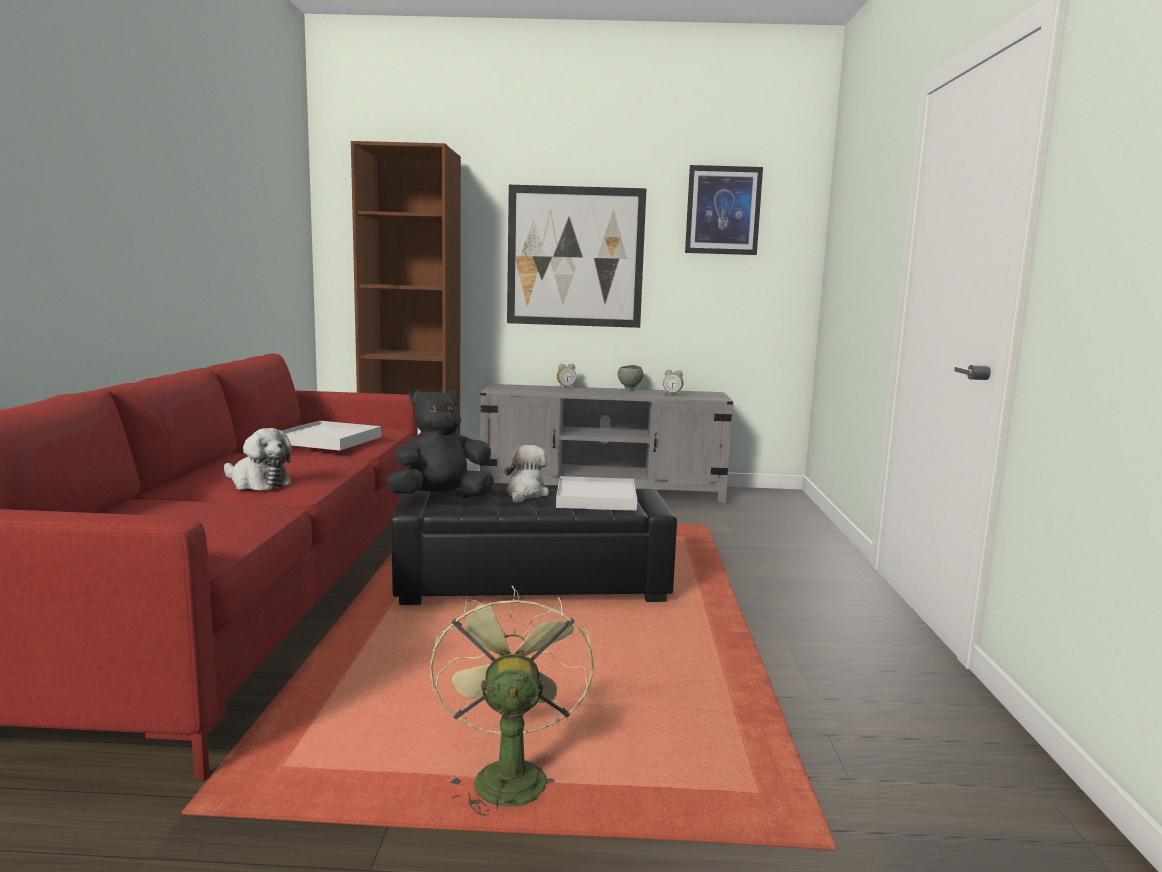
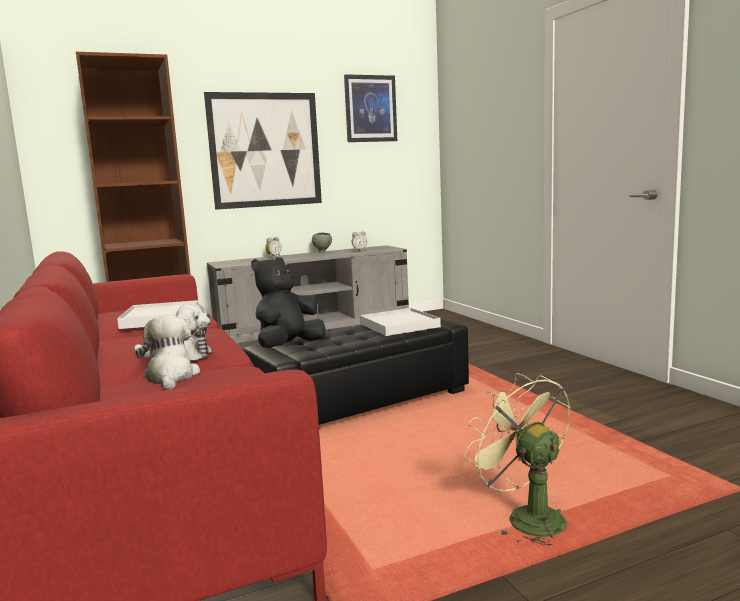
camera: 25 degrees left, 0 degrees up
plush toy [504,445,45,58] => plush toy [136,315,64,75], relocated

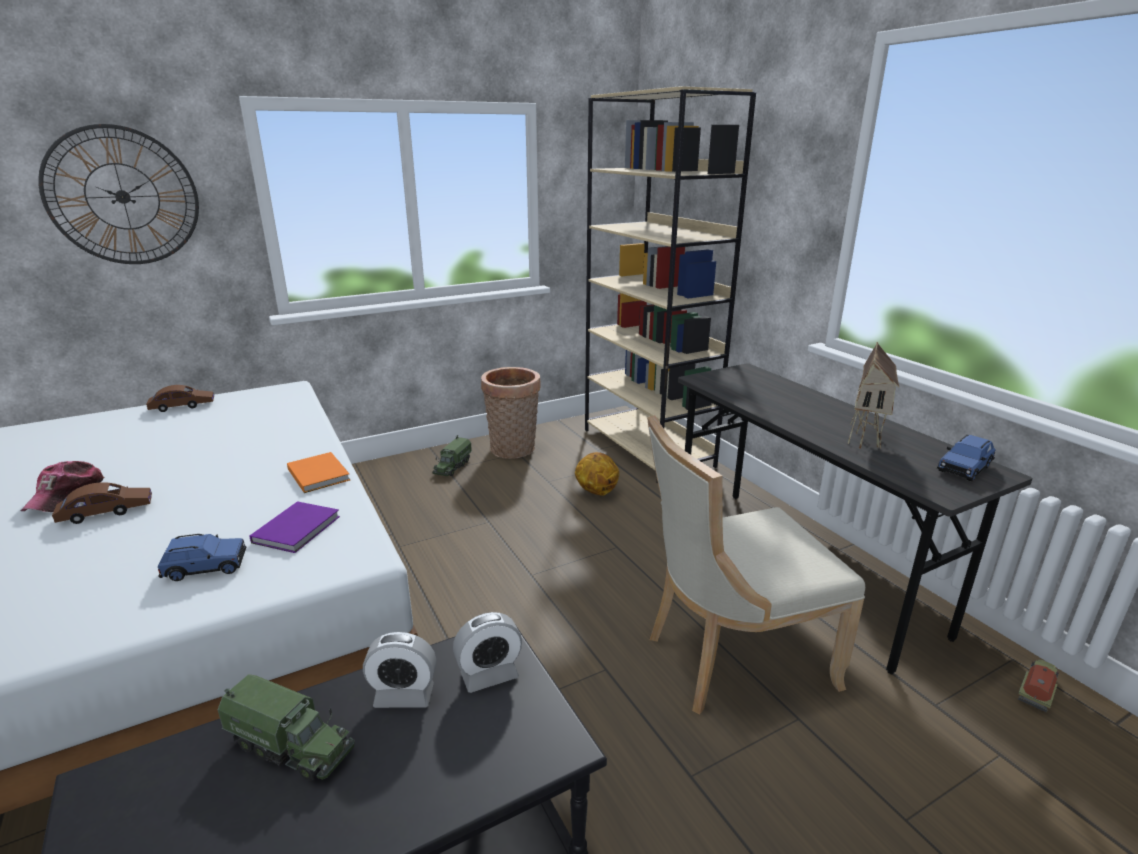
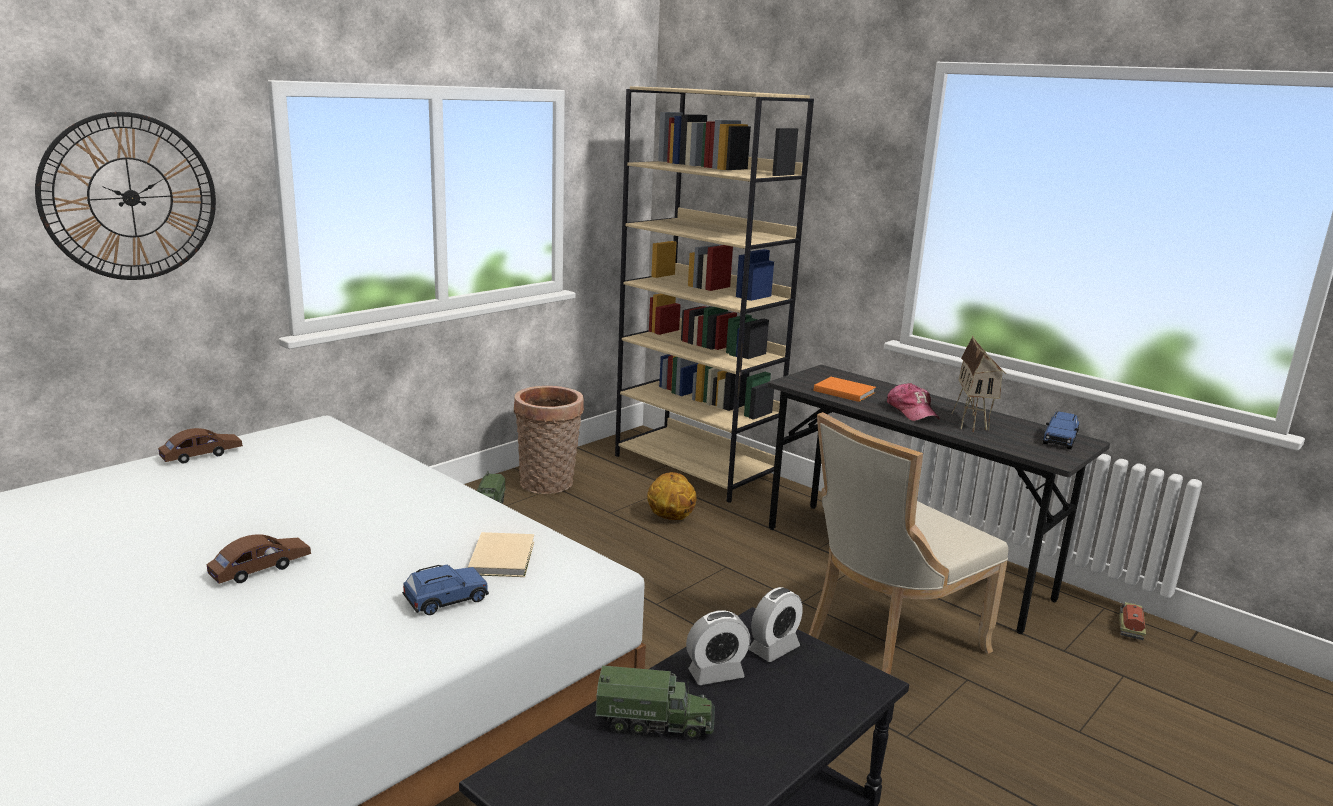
camera: 20 degrees left, 5 degrees down
book/orange [287,452,63,41] => book/orange [814,377,62,25], relocated
cap [21,461,83,51] => cap [887,383,53,38], relocated
book/purple [250,501,90,52] => book/beige [468,532,66,45]

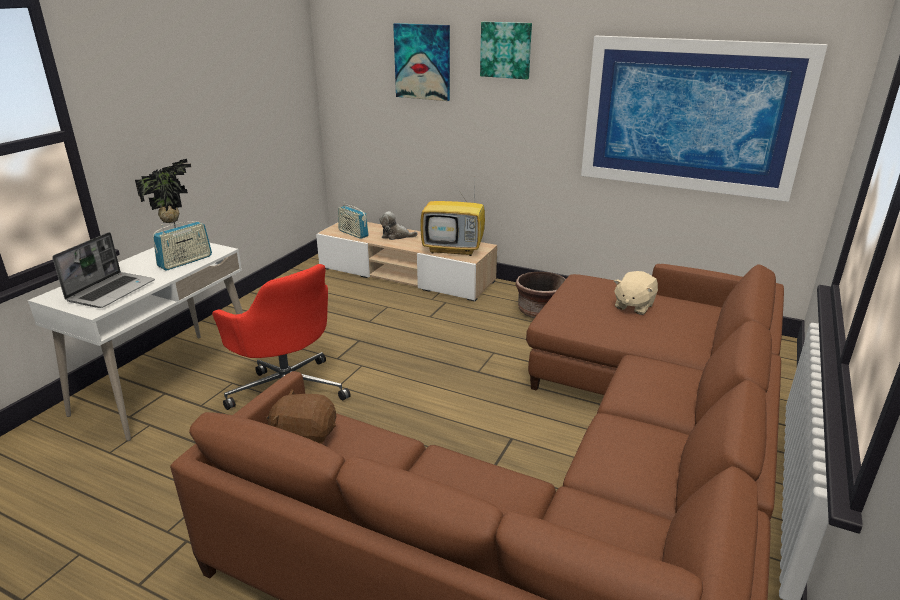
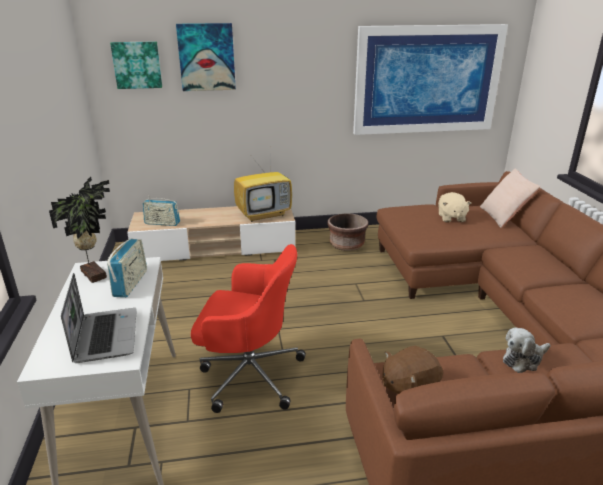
camera: 35 degrees left, 0 degrees up
picture [480,22,52,57] => picture [110,41,52,48], relocated
plush toy [379,211,39,29] => plush toy [503,327,48,46], relocated
nothing => pillow/beige [480,168,60,60]

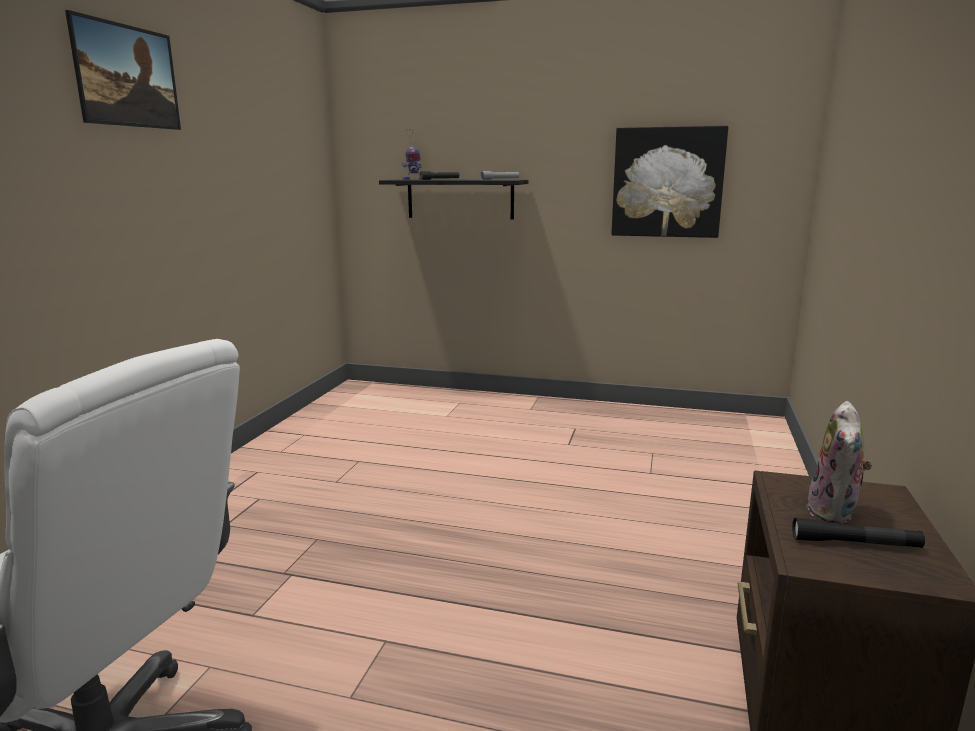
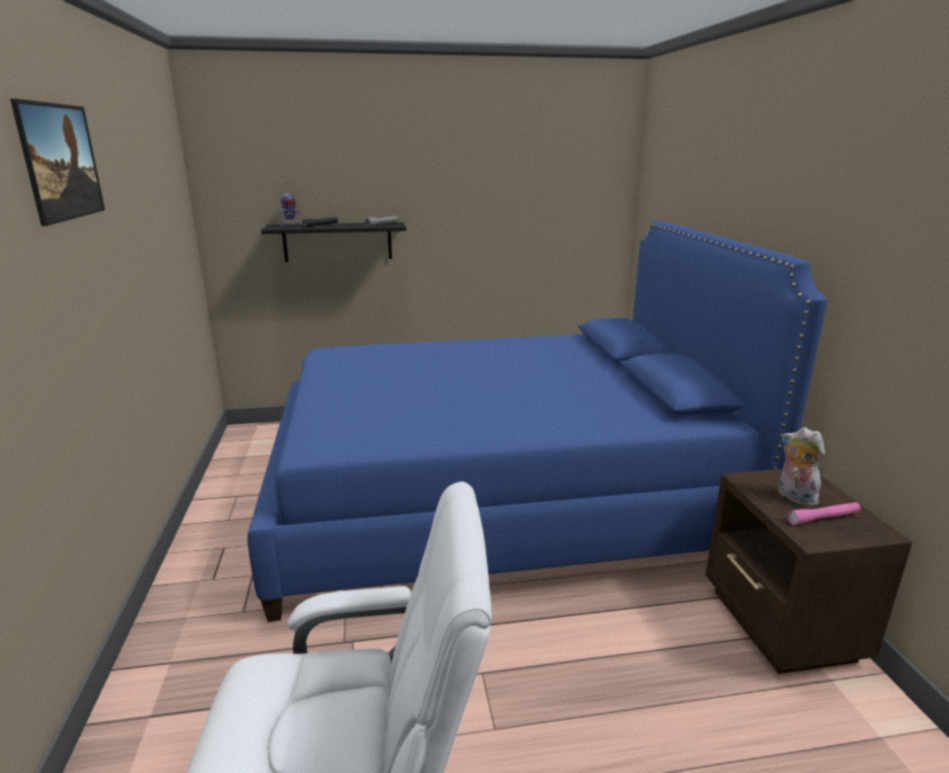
camera: 25 degrees left, 5 degrees up
picture [611,126,117,112] => nothing
plush toy [808,401,65,123] => plush toy [778,427,47,79], 150 degrees clockwise
flashlight/black [792,518,133,30] => flashlight/pink [788,502,73,23]
nothing => bed/blue [247,221,580,401]

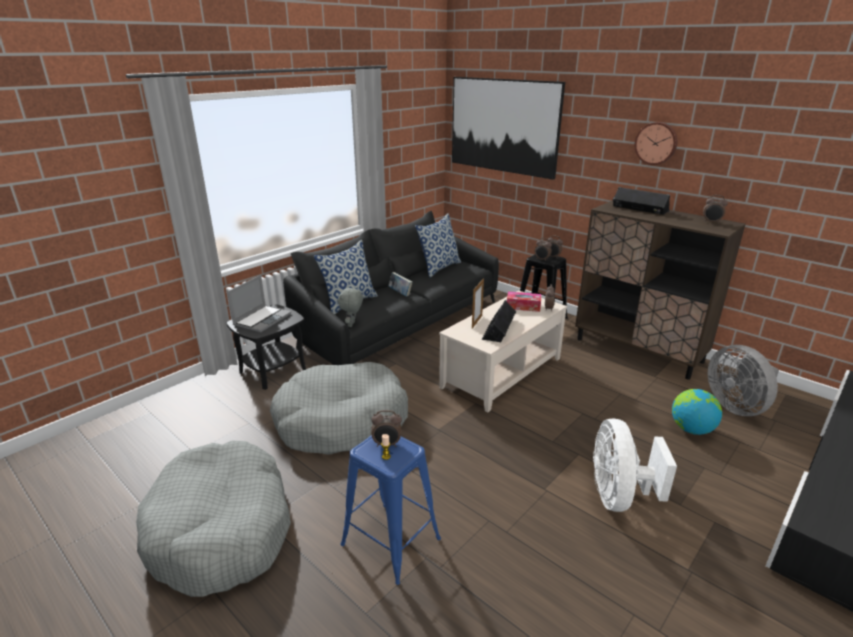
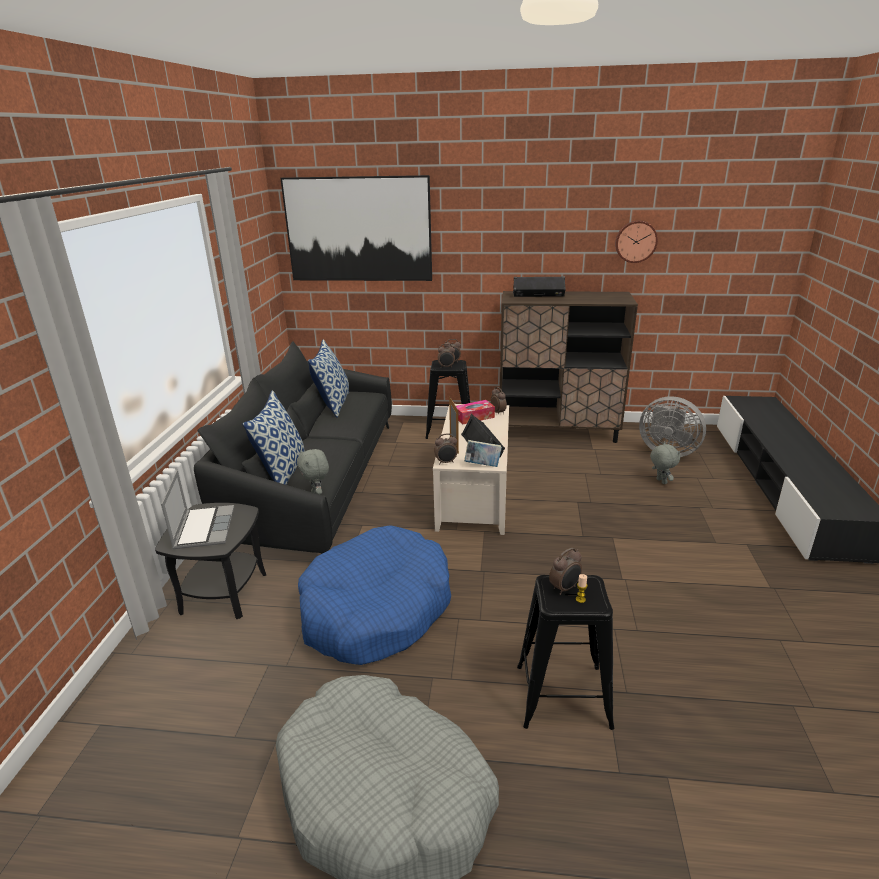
camera: 35 degrees left, 0 degrees up
wall clock [635,122,42,43] => wall clock [615,221,43,42], relocated
alarm clock [703,195,25,29] => alarm clock [434,433,24,31], relocated
book [388,272,24,24] => book [464,440,38,27], relocated
dog bed/grey [270,362,138,93] => dog bed/blue [298,525,153,140]
globe [672,389,50,46] => plush toy/grey [650,442,30,42]
fan/white [593,418,84,94] => nothing
stool/blue [341,435,100,150] => stool/black [517,575,97,155]

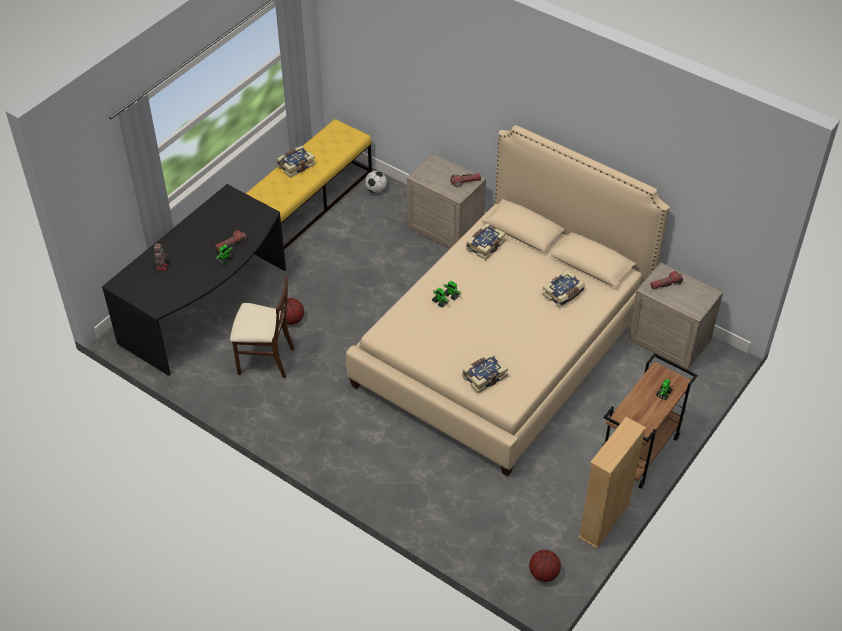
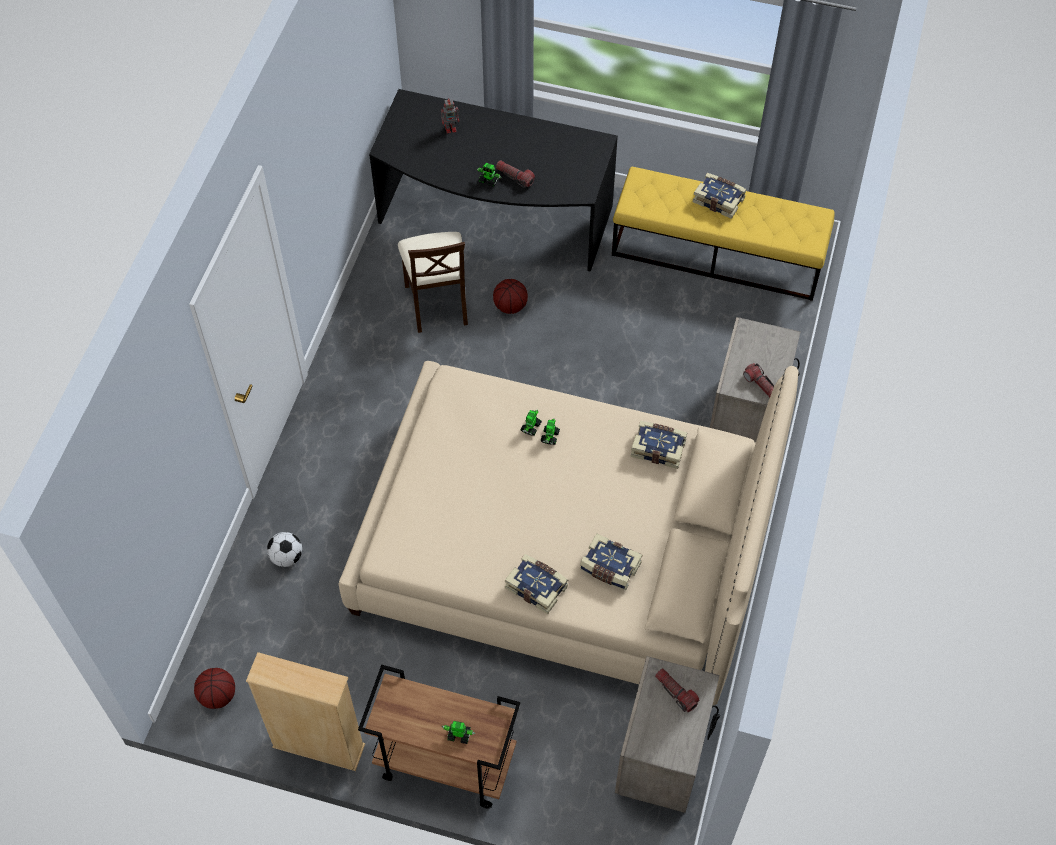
camera: 70 degrees right, 10 degrees up
football [365,171,22,22] => football [267,532,35,35], relocated
book [462,353,46,40] => book [505,554,63,60], relocated

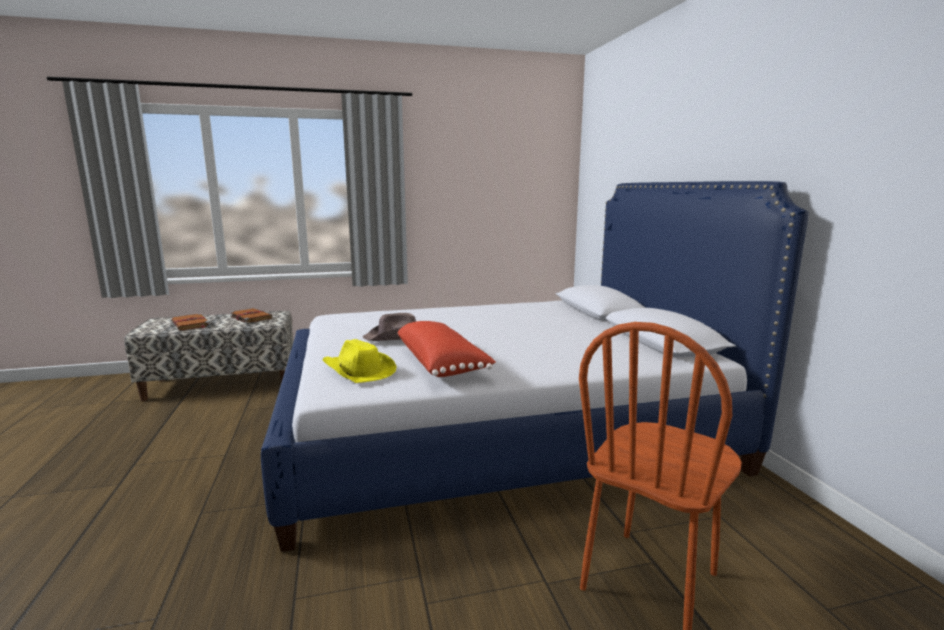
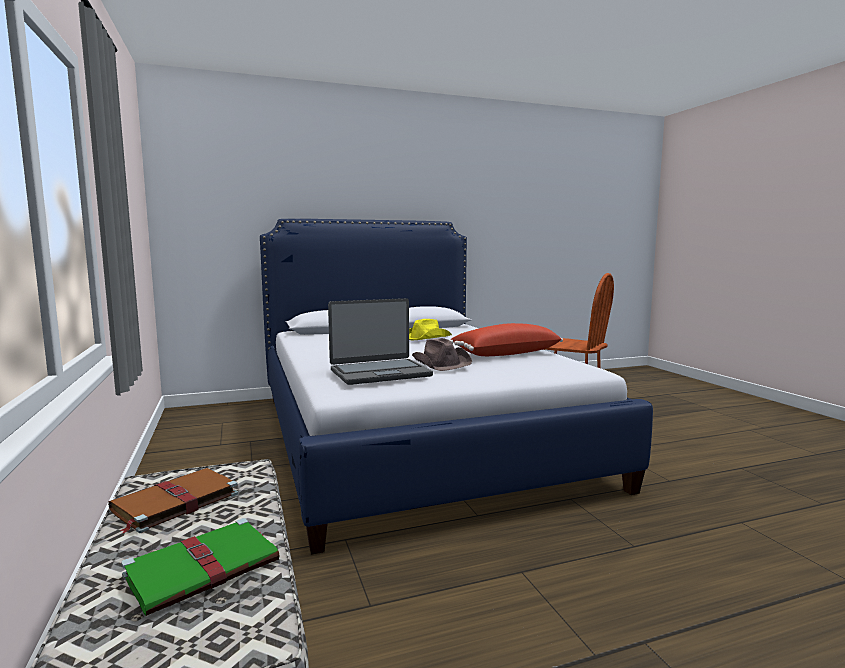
camera: 95 degrees left, 5 degrees down
book/brown [171,313,39,17] => book/green [121,518,159,98]
hat/yellow [322,339,74,44] => hat/yellow [409,319,43,21], relocated
nothing => laptop [328,298,105,87]

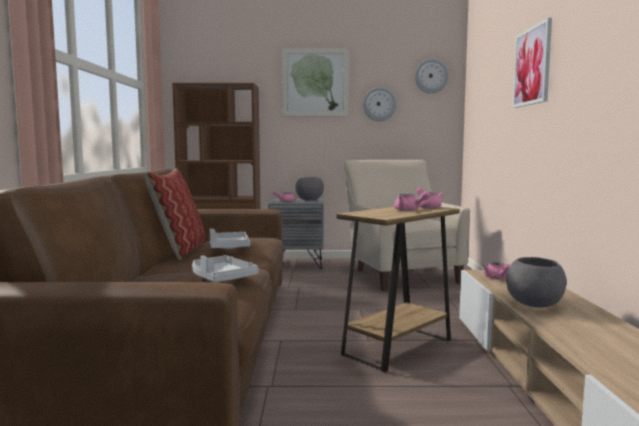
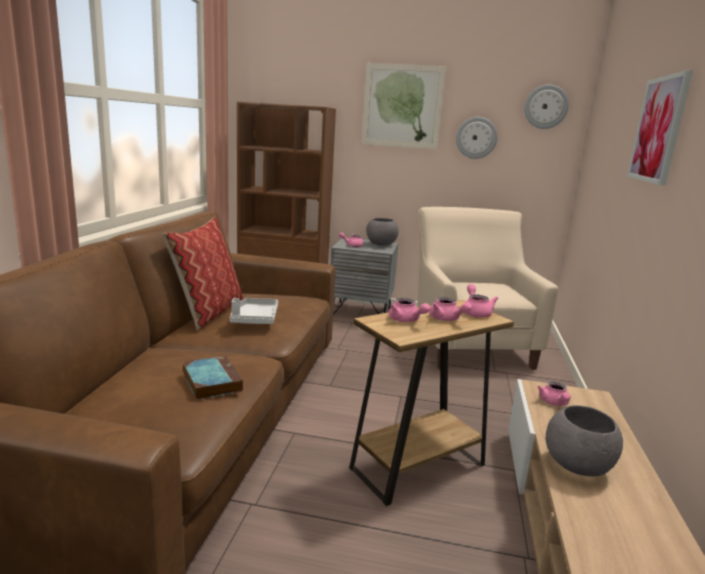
camera: 10 degrees right, 10 degrees up
tray/grey [192,255,66,27] => book [183,356,60,44]
nothing => teapot/pink [389,298,41,24]

